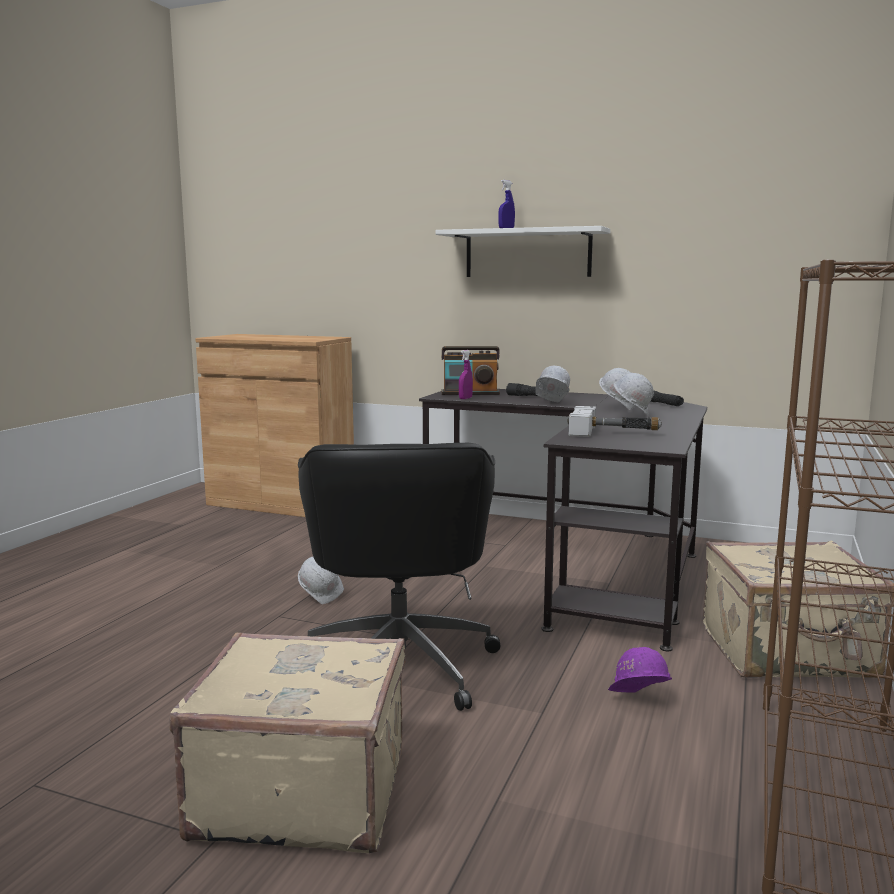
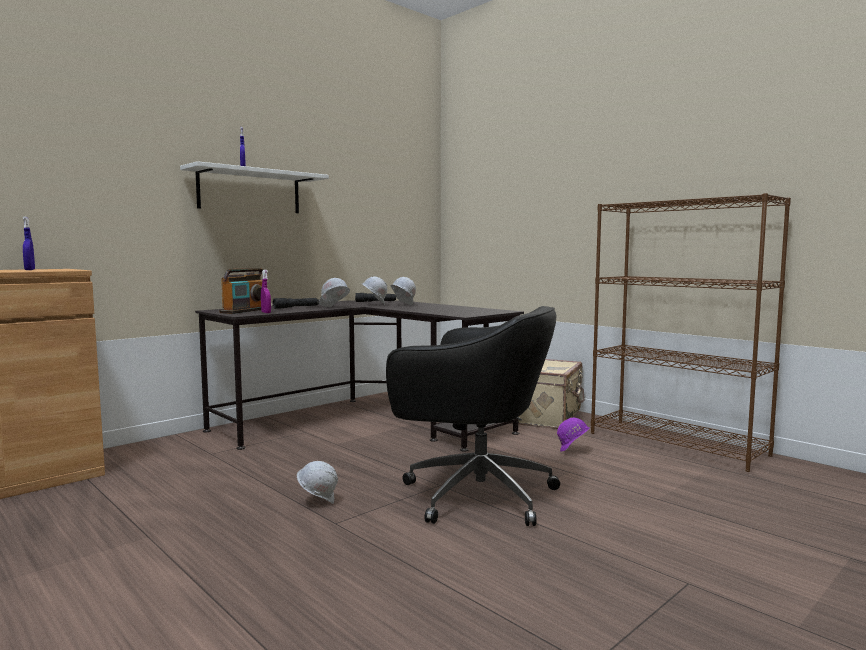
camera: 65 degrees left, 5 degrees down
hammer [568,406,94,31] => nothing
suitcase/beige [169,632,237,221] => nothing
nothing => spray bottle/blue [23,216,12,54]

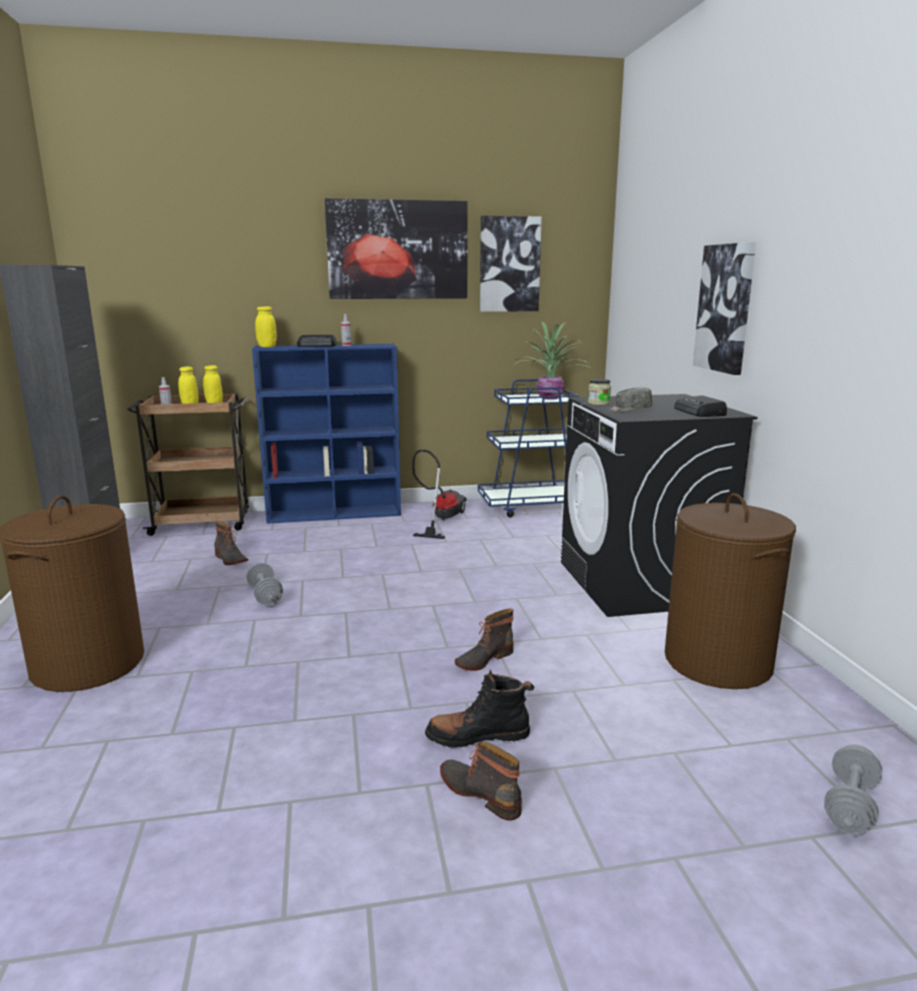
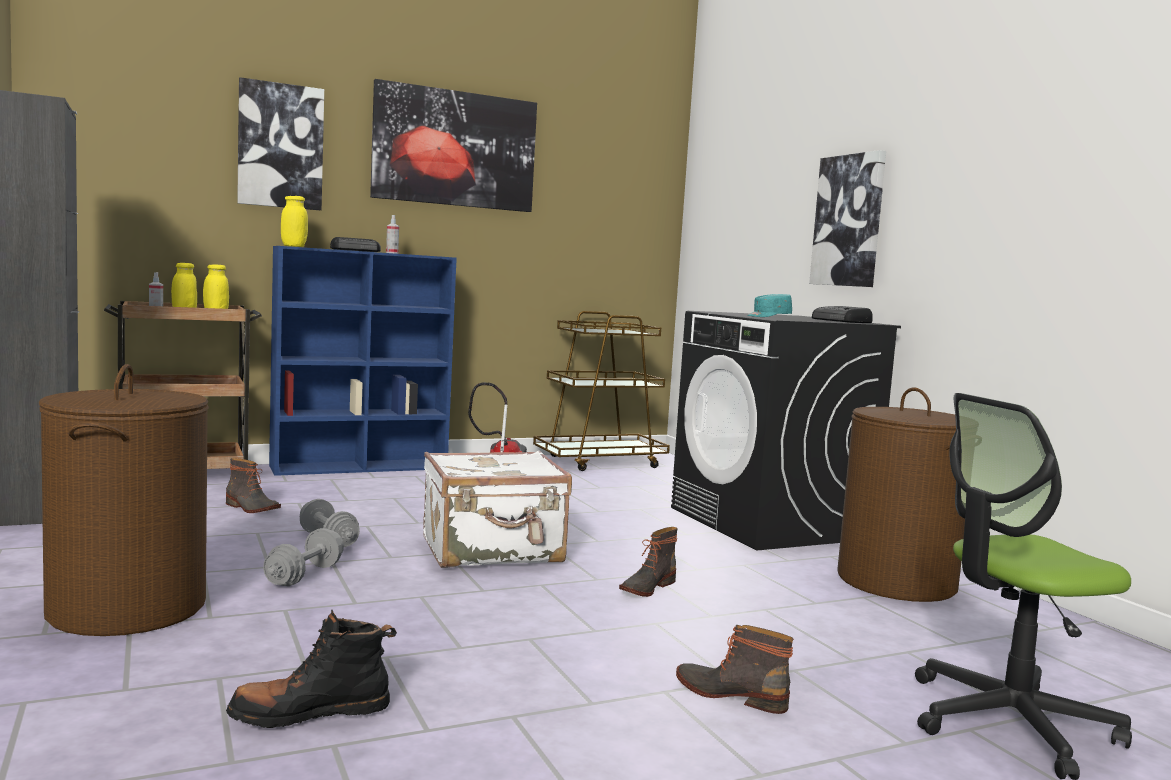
camera: 15 degrees left, 10 degrees down
picture [480,216,62,96] => picture [237,77,87,133], relocated
potted plant [514,322,78,78] => nothing
cart/blue [478,379,101,138] => cart/brown [533,311,137,160]
jar [588,379,23,26] => nothing
cap/grey [608,387,44,26] => cap/turquoise [747,294,45,23]
boot/black [425,670,110,78] => boot/black [226,610,171,118], relocated
dumbbell/grey [824,745,58,90] => dumbbell/grey [263,528,81,58], relocated
nothing => office chair [915,393,217,387]
nothing => suitcase/white [423,451,149,117]

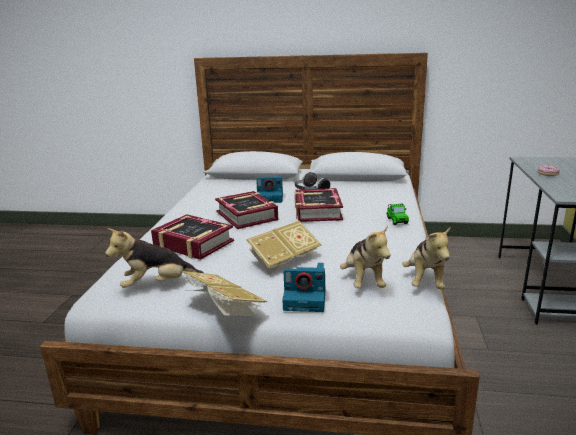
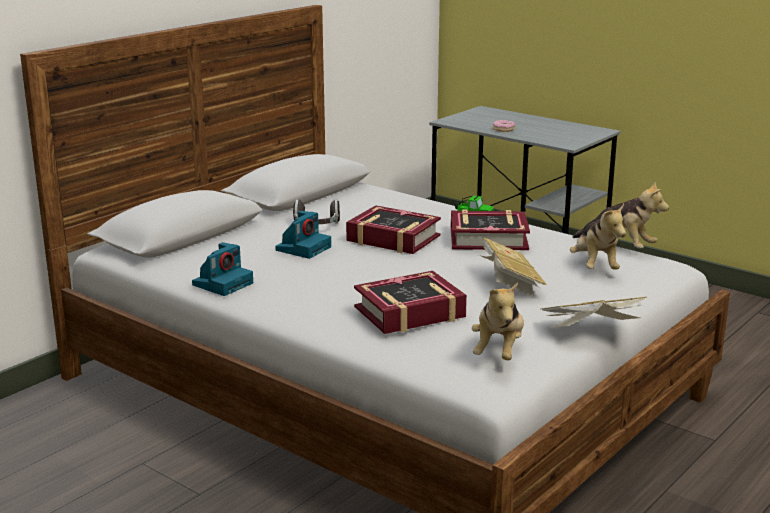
camera: 60 degrees left, 0 degrees up
book [215,191,63,38] => book [451,209,79,41], relocated
plush toy [340,225,50,63] => plush toy [570,204,56,66], 60 degrees clockwise
photo camera [282,263,44,49] => photo camera [192,242,61,54], relocated

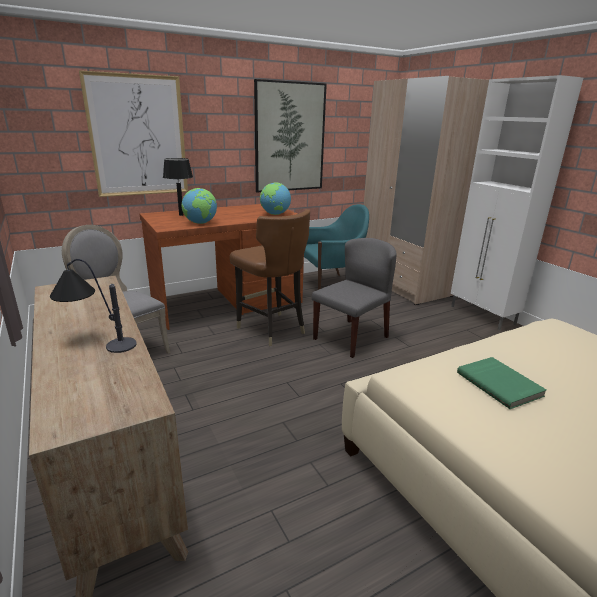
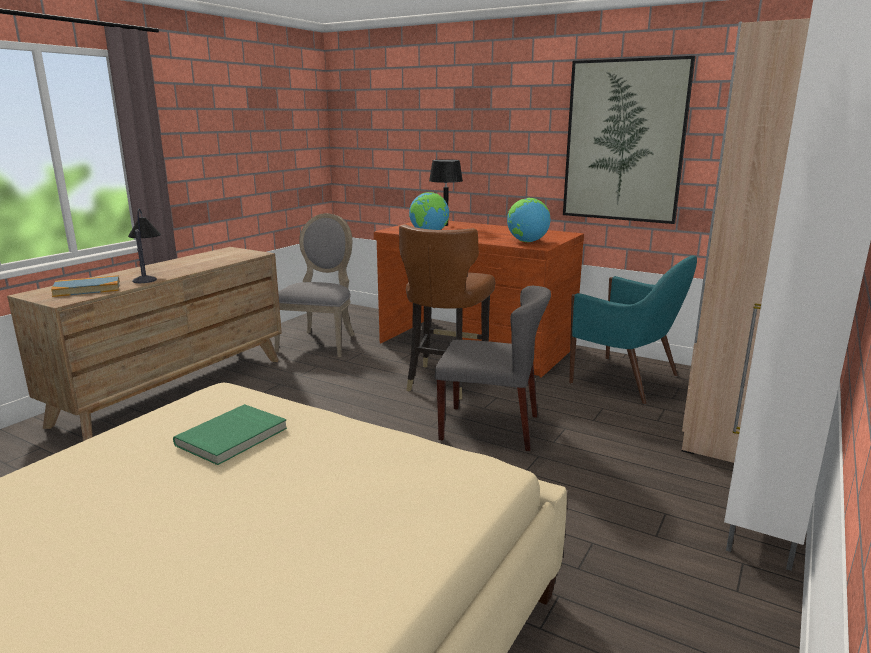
camera: 60 degrees right, 5 degrees down
picture [79,70,109,127] => nothing
nothing => book [51,275,69,22]

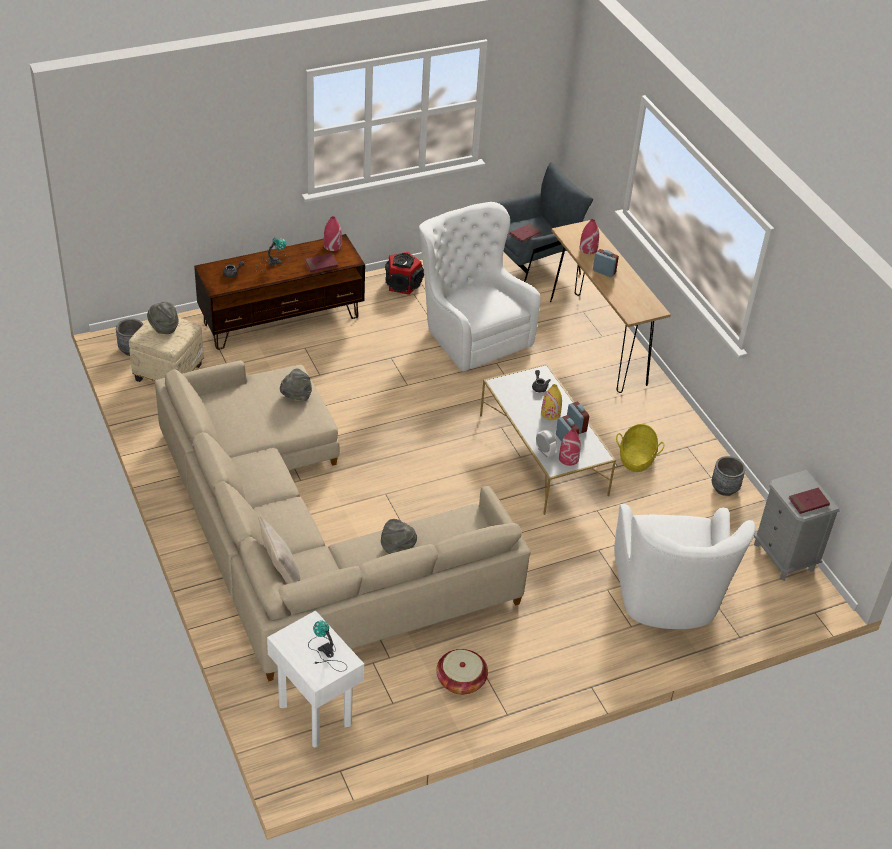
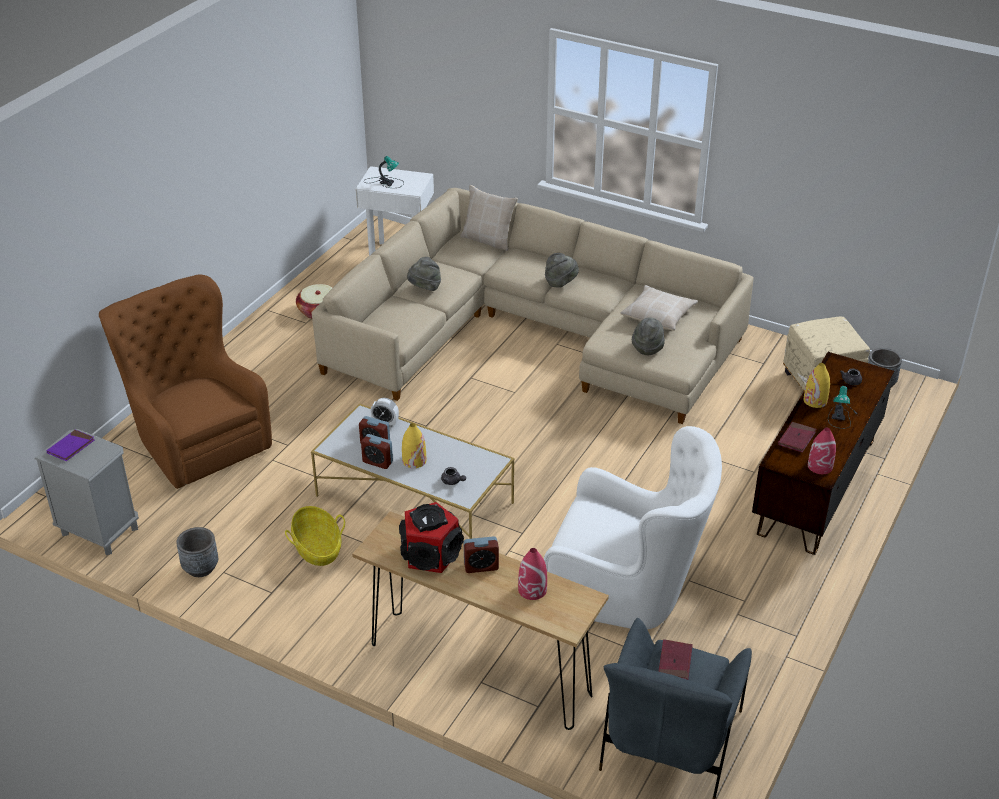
camera: 145 degrees right, 5 degrees down
speaker [385,252,39,43] => speaker [399,502,65,71], relocated
hat/grey [147,302,32,32] => hat/grey [545,253,34,35], relocated
vase/red [559,429,22,37] => nothing
book/red [789,488,41,26] => book/purple [46,430,48,31]
armchair/white [614,504,141,125] => armchair/brown [99,275,173,214]
nothing => pillow/beige [620,285,78,46]
nothing => vase/yellow [803,363,27,45]

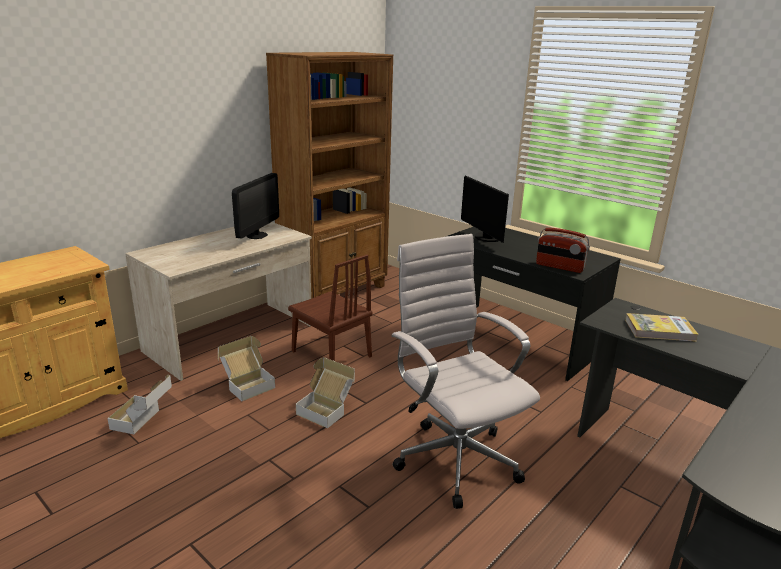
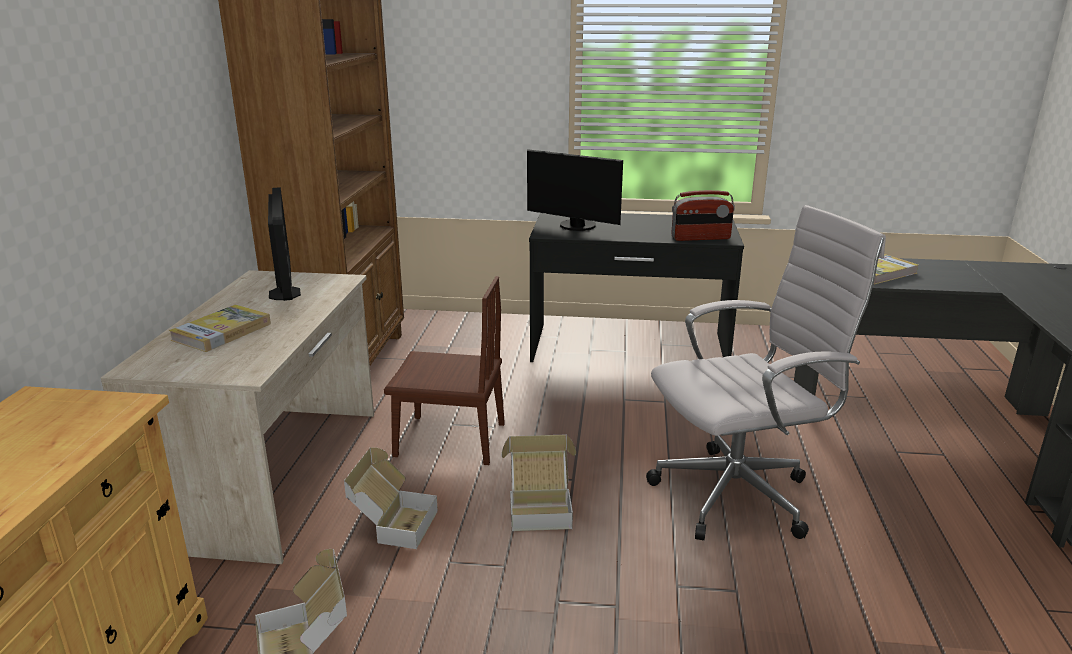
camera: 35 degrees left, 0 degrees up
office chair/white [392,234,148,275] => office chair/white [646,205,240,335], 135 degrees clockwise
nothing => book [169,305,102,47]

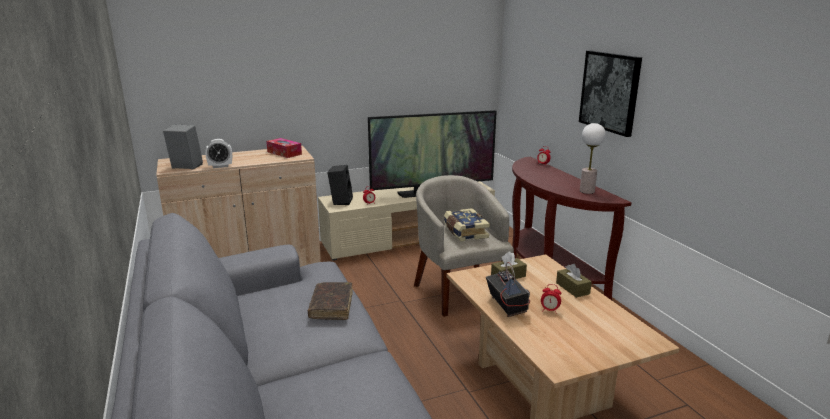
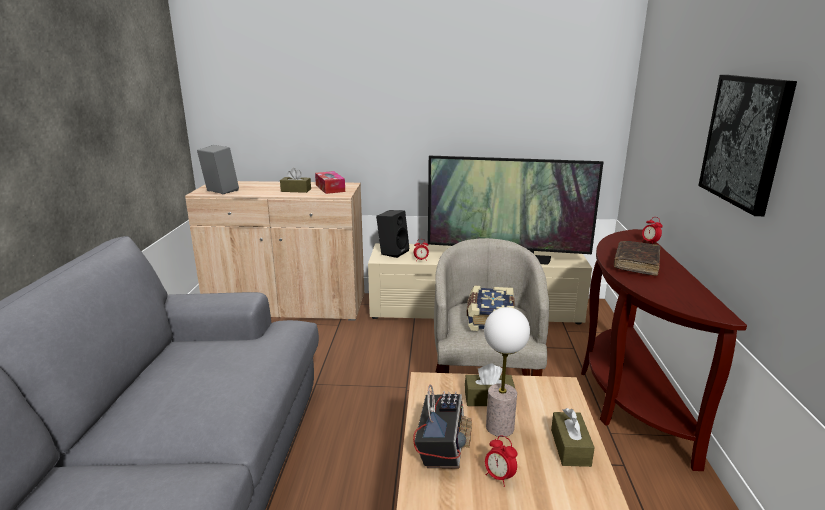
camera: 25 degrees right, 0 degrees up
table lamp [580,123,26,71] => table lamp [484,307,46,130], relocated
alarm clock [205,139,27,29] => nothing
book/brown [308,282,45,38] => book/brown [614,241,46,35], relocated
nothing => tissue box/brown [280,168,31,25]

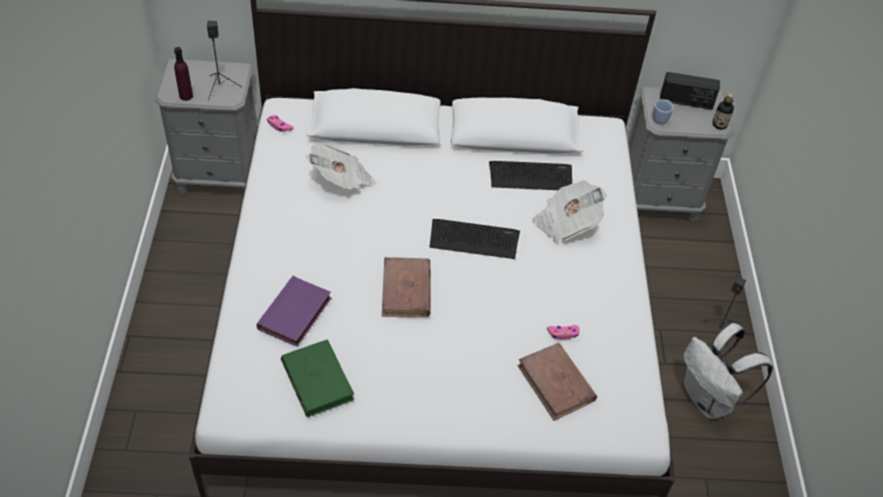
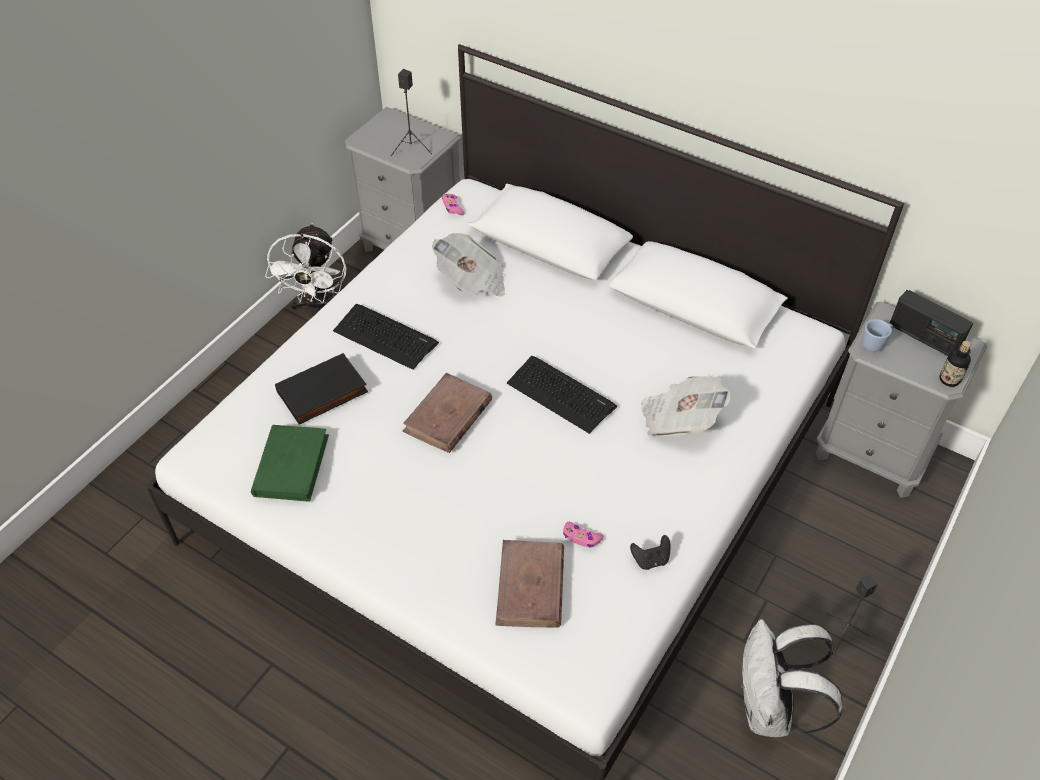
camera: 35 degrees right, 0 degrees up
bottle/purple [174,47,19,54] => nothing
keyboard [489,161,83,29] => keyboard [333,304,106,66], relocated
book/purple [256,276,76,71] => book/black [275,353,93,72]
nothing => fan/white [265,223,82,90]
nothing => game controller/black [630,535,41,35]

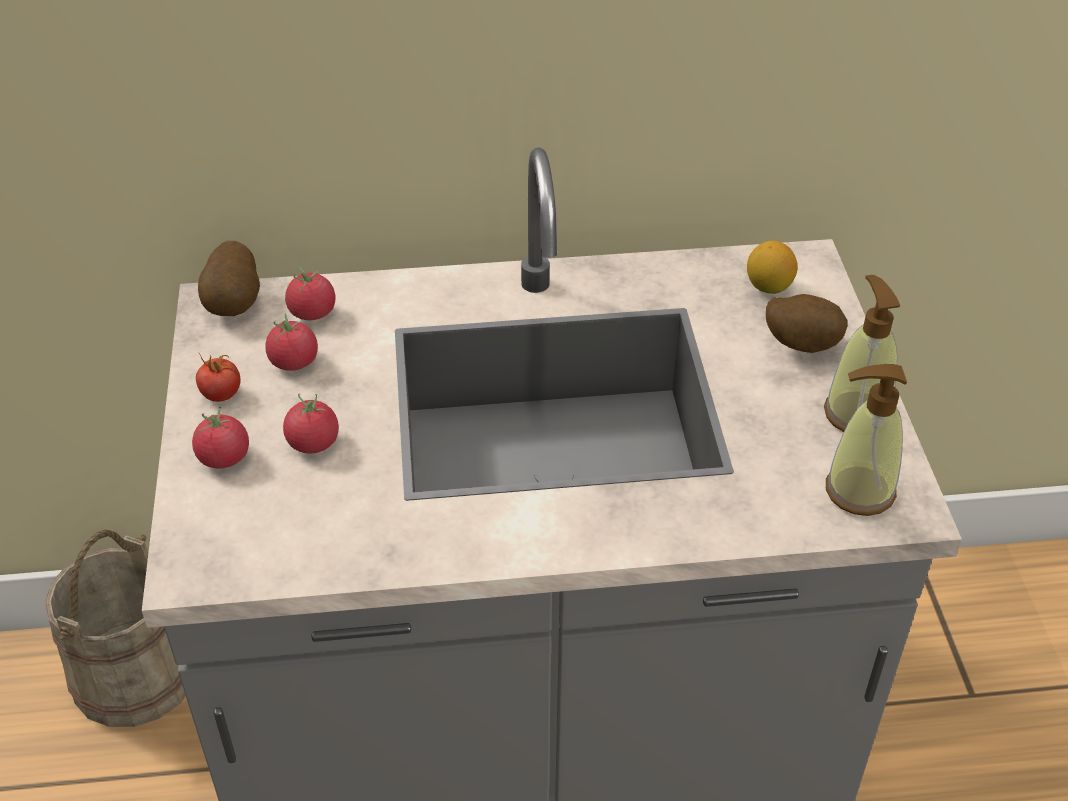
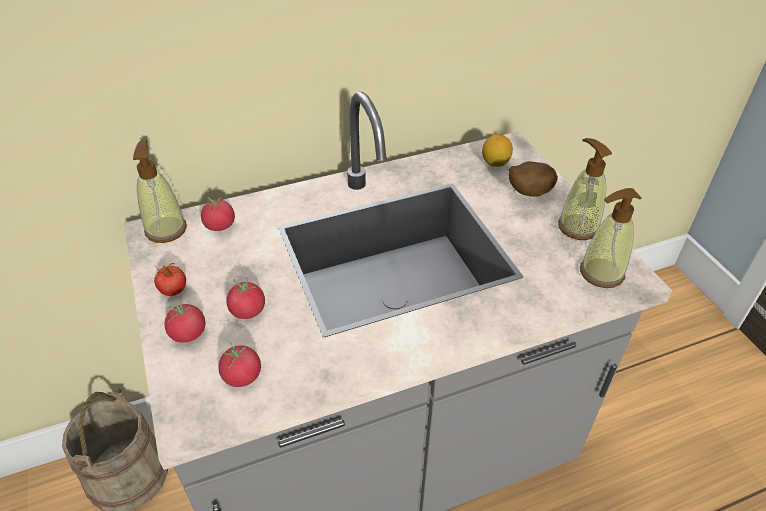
camera: 15 degrees left, 0 degrees up
potato [198,241,62,75] => soap dispenser [133,140,54,103]
tomato [265,314,53,57] => tomato [218,342,43,45], relocated

